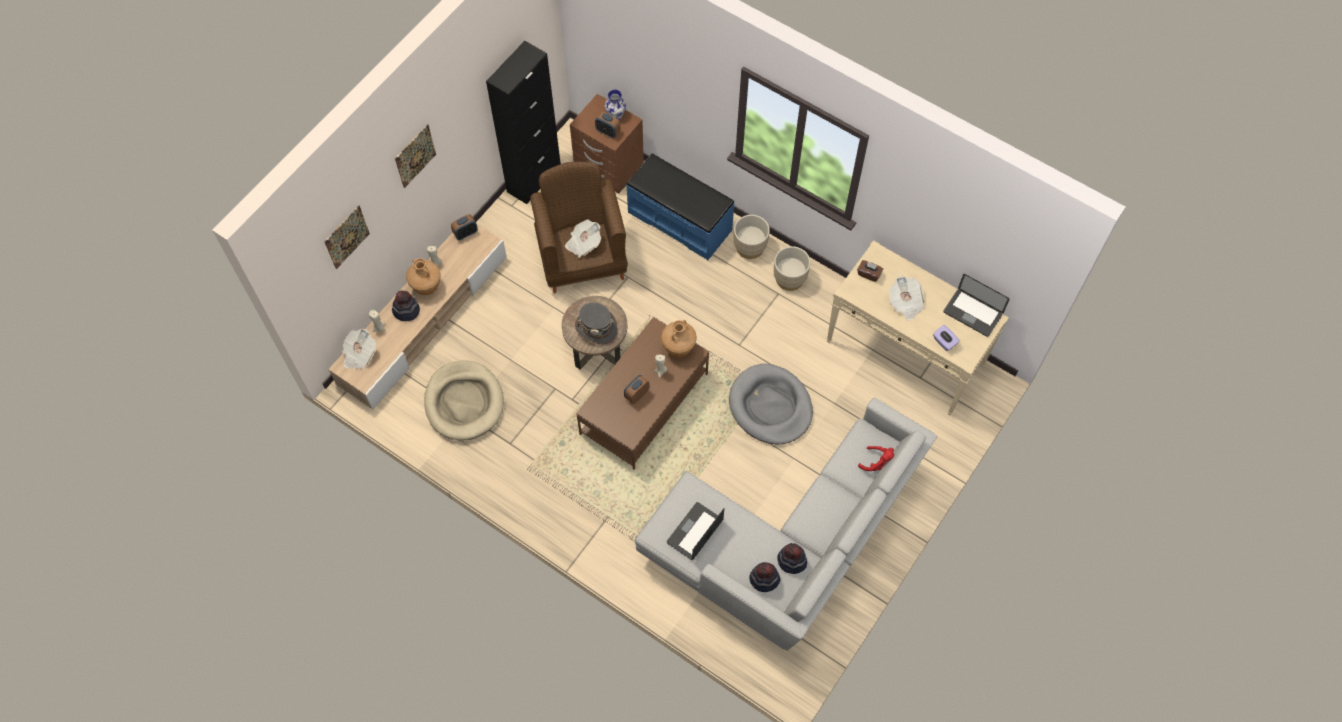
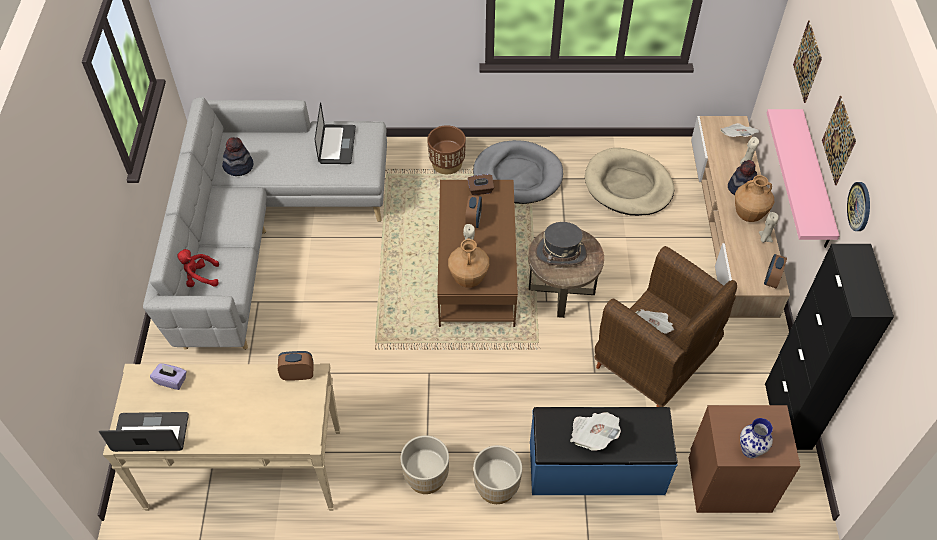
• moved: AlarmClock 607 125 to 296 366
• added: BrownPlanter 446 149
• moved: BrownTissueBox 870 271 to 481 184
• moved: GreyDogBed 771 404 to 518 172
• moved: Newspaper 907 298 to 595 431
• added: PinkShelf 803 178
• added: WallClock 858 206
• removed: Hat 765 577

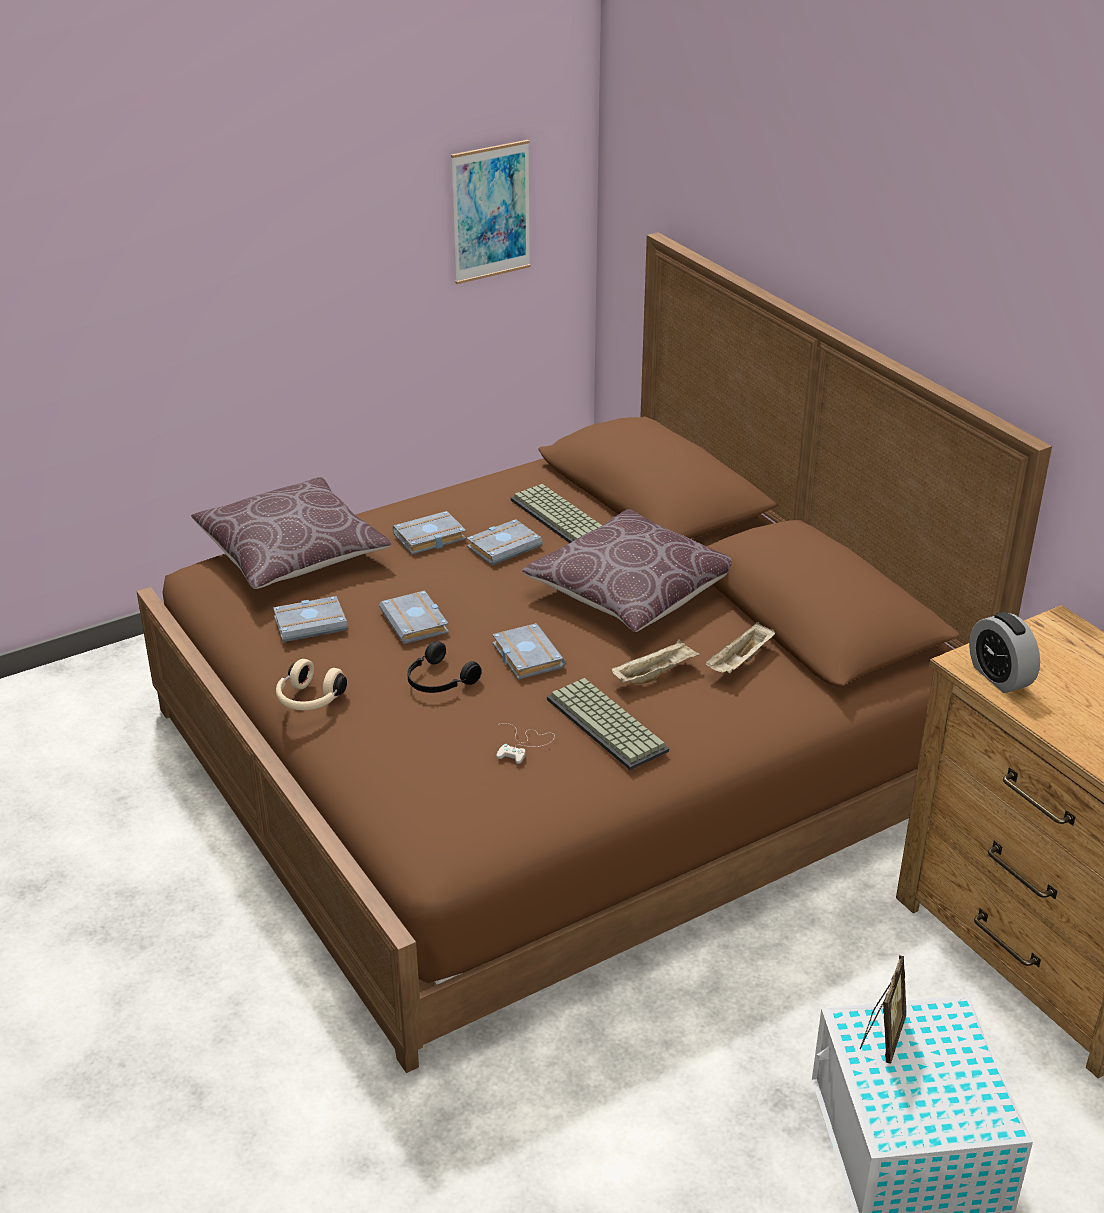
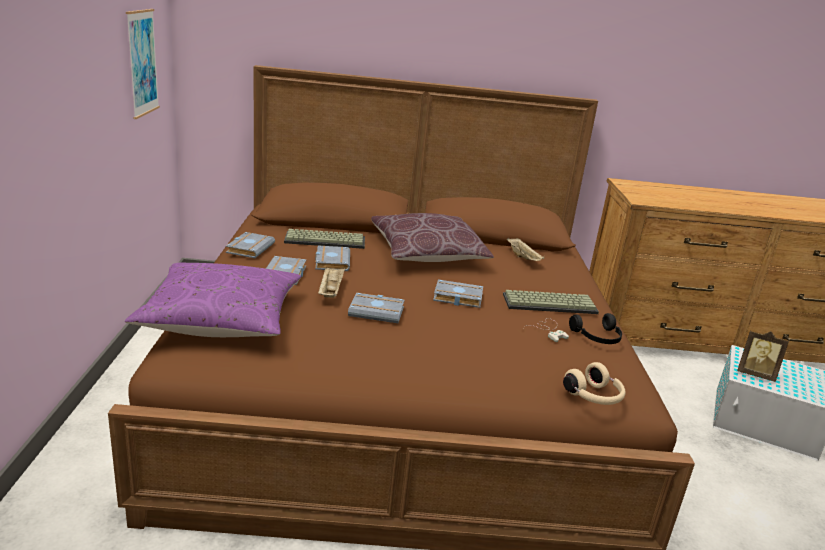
• recoloured: BrownPillow 291 533 to PurplePillow 213 300
• moved: GreyBook 310 619 to 250 245
• moved: BeigeTray 655 661 to 331 282
• moved: BeigeHeadphones 311 684 to 594 383
• moved: BlackHeadphones 444 667 to 595 328
• turned: PictureFrame 883 1009 = 763 356 150 degrees clockwise
• removed: AlarmClock 1004 652

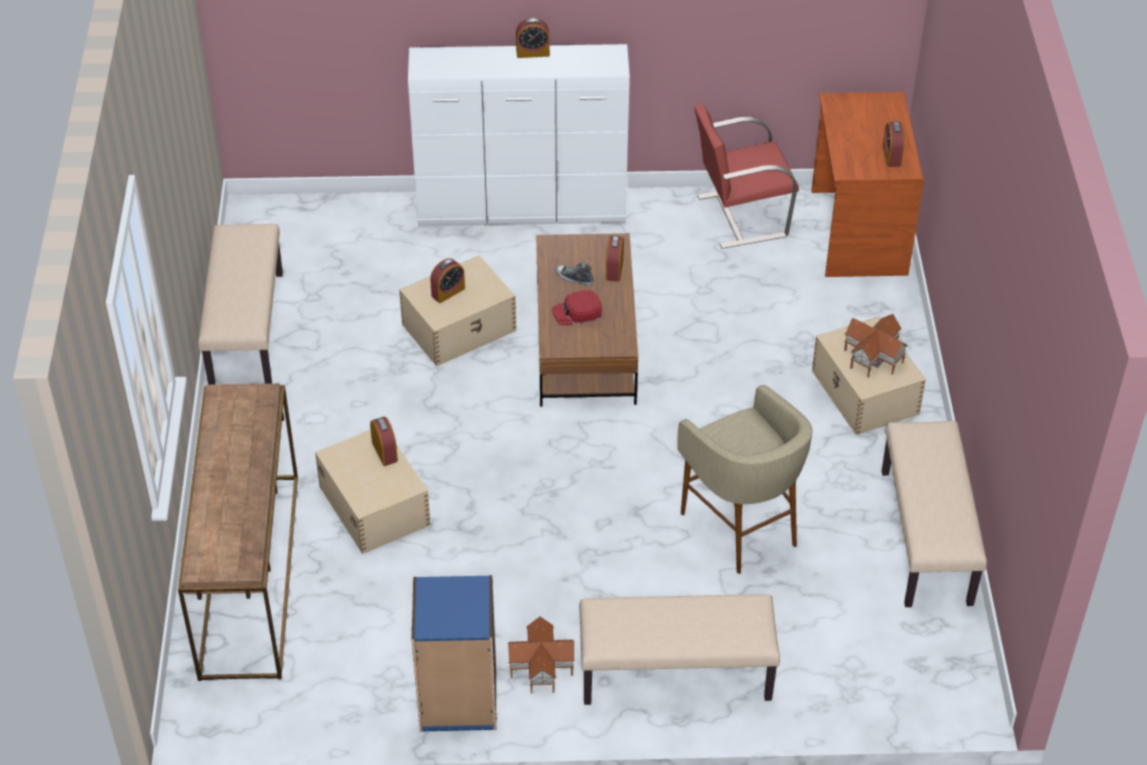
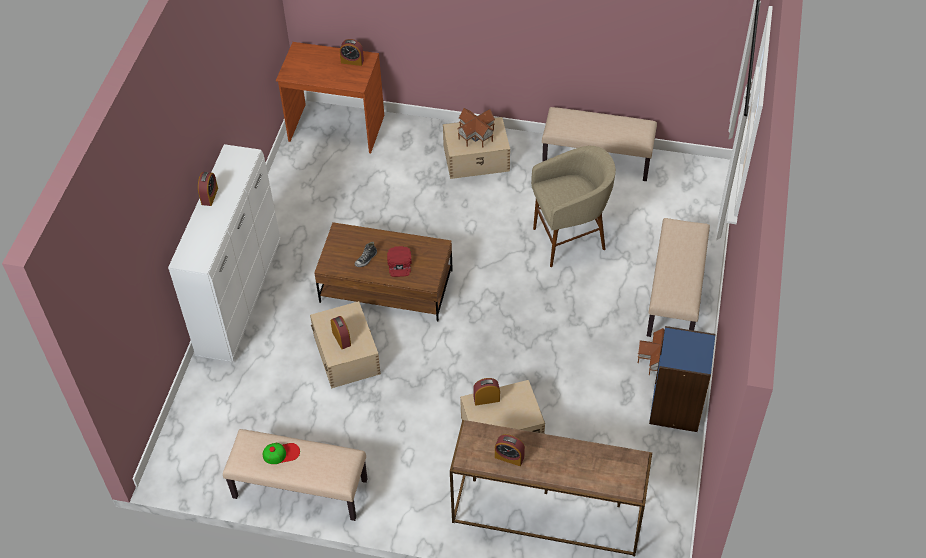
• added: Cap 281 453
• moved: AlarmClock 615 259 to 510 450
• removed: RedChair 746 176

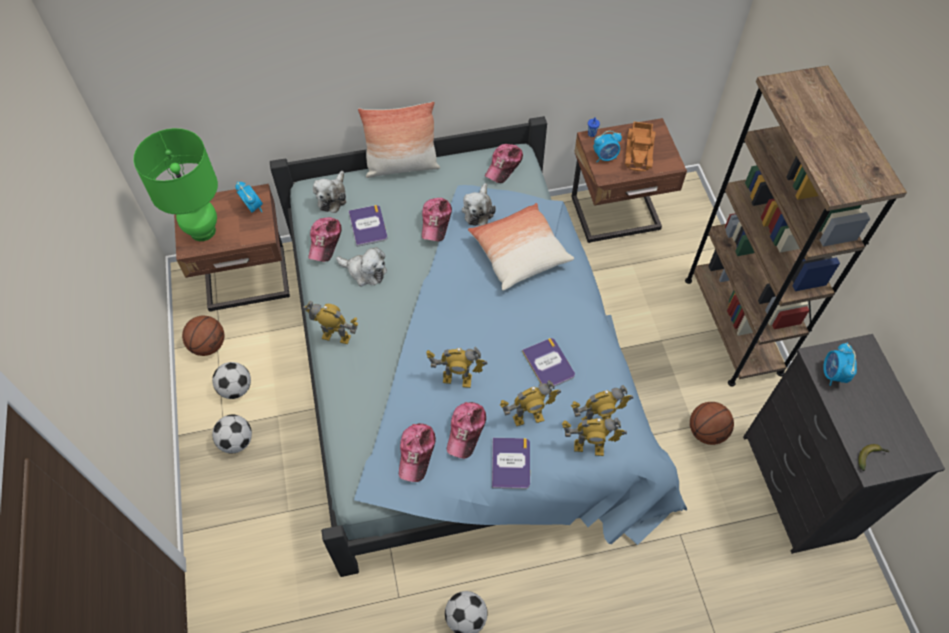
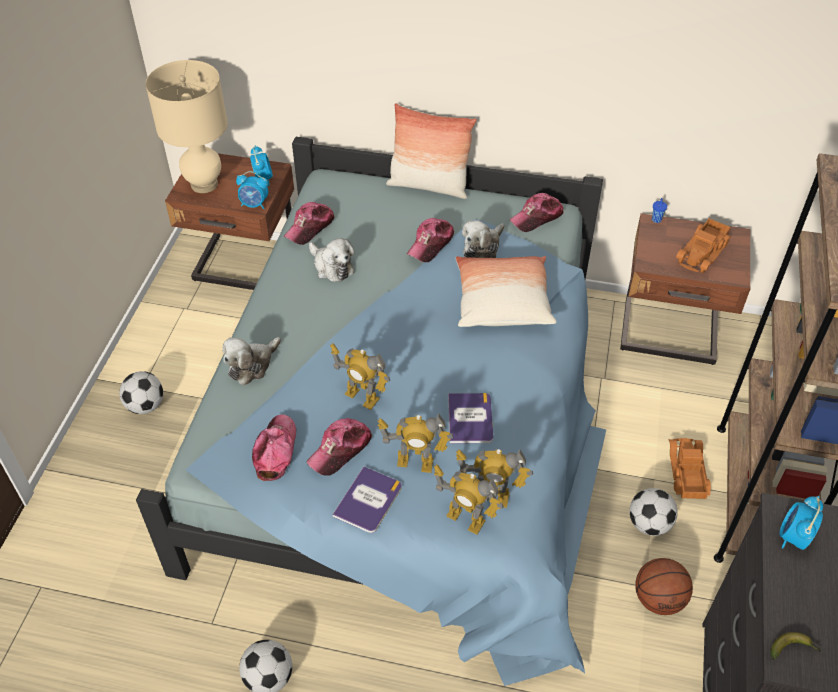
• recoloured: GreenTableLamp 175 184 to BeigeTableLamp 187 126
• moved: PlushToy 329 192 to 251 361
• moved: AlarmClock 608 146 to 252 190
• turned: Cap 417 452 = 274 448 150 degrees clockwise
• moved: Football 231 380 to 653 512
• added: ToyTruck 689 468
• removed: Basketball 203 336
• removed: ToyRobot 330 322
• removed: Book 368 226

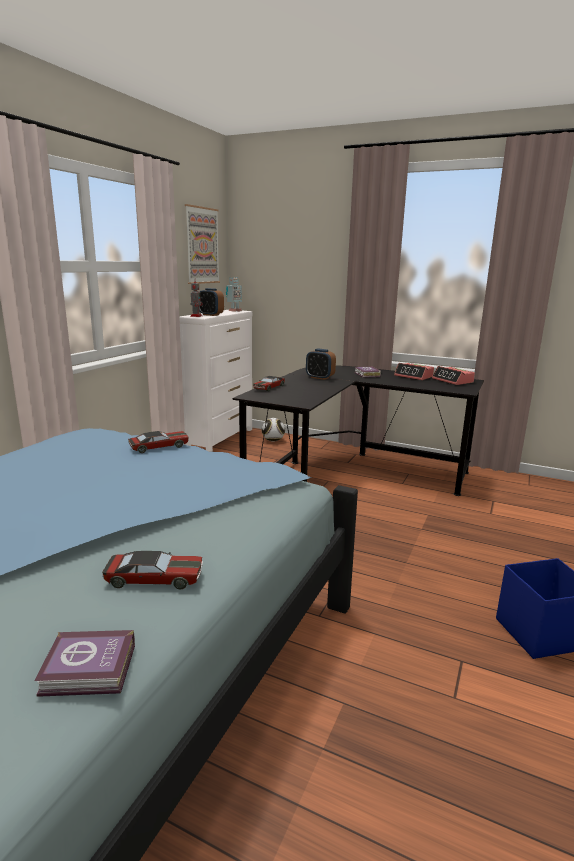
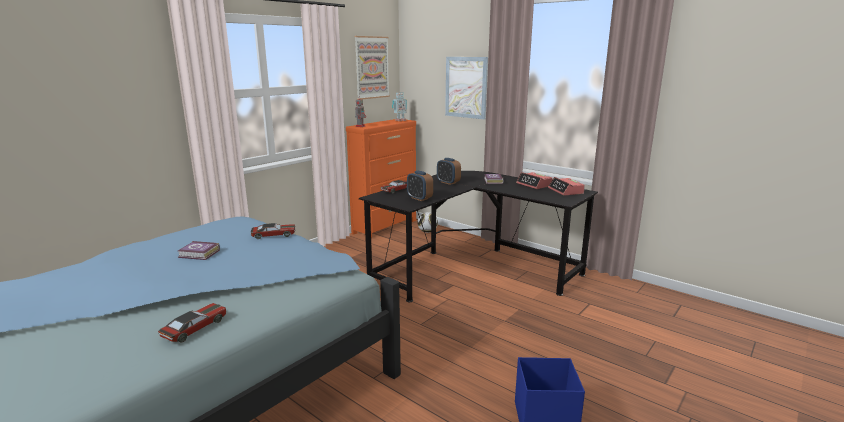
• turned: ToyCar 152 570 = 192 322 75 degrees counterclockwise
• moved: Book 84 663 to 199 250
• recoloured: WhiteDresser 215 381 to OrangeDresser 381 178
• moved: AlarmClock 212 302 to 420 186
• added: Picture 466 88

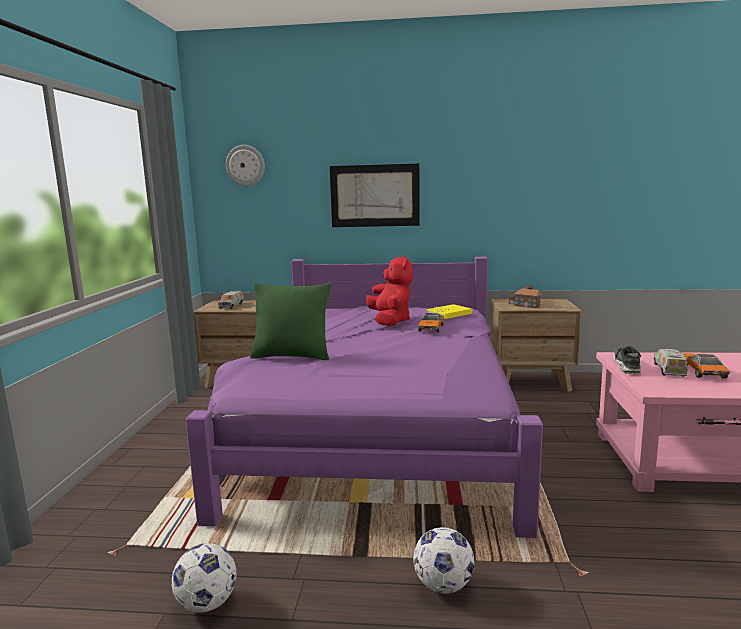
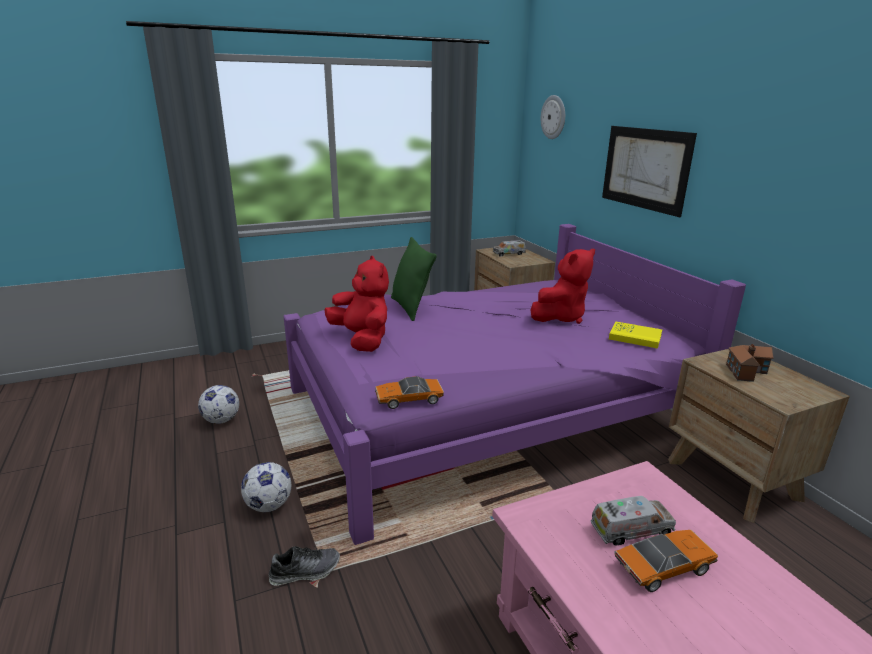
• moved: Shoe 627 360 to 304 566
• added: RedPlushToy 356 304
• moved: ToyCar 431 322 to 409 392

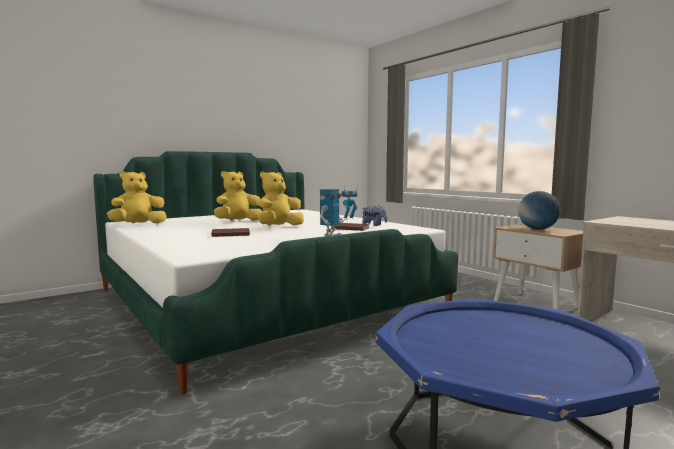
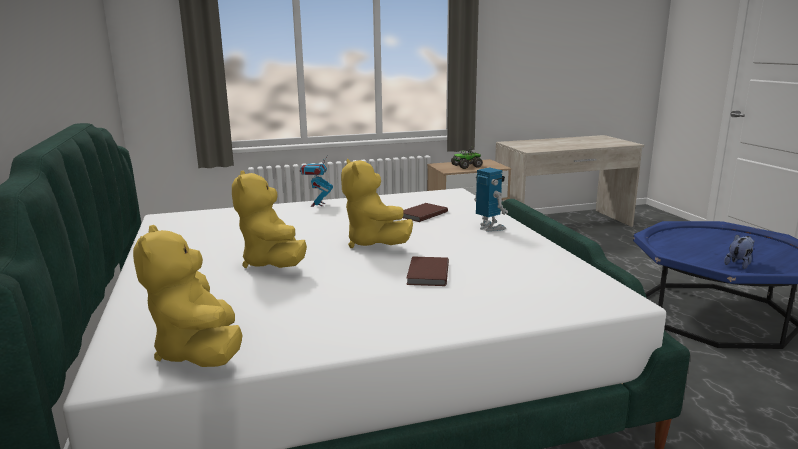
• replaced: Globe 539 210 to ToyTruck 467 157
• moved: PlushToy 374 215 to 739 251

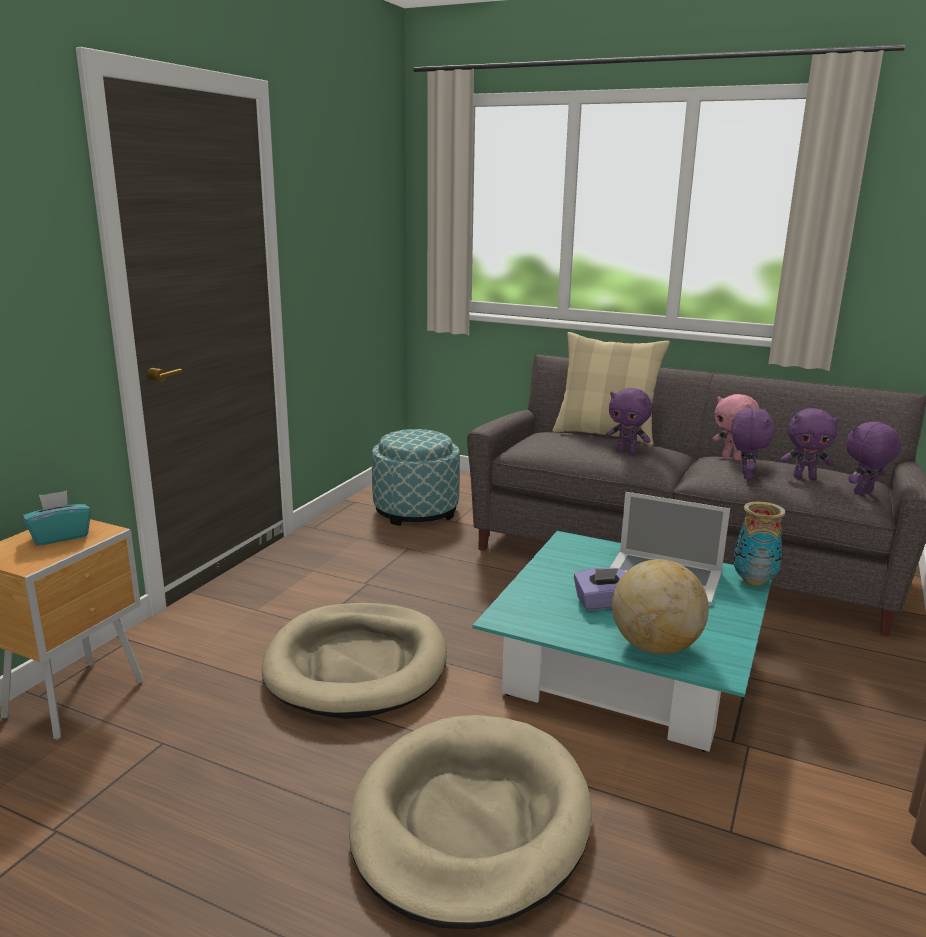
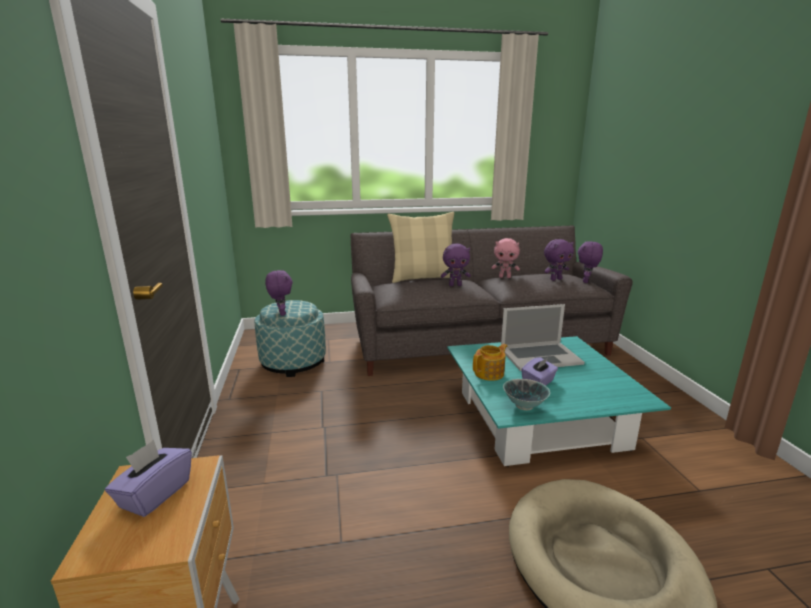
• recoloured: TurquoiseTissueBox 57 518 to PurpleTissueBox 148 478
• moved: PurplePlushToy 754 444 to 279 293
• added: Teapot 490 362
• added: Bowl 526 394
• removed: BeigeDogBed 354 661
• removed: Globe 660 607
• removed: Vase 759 543

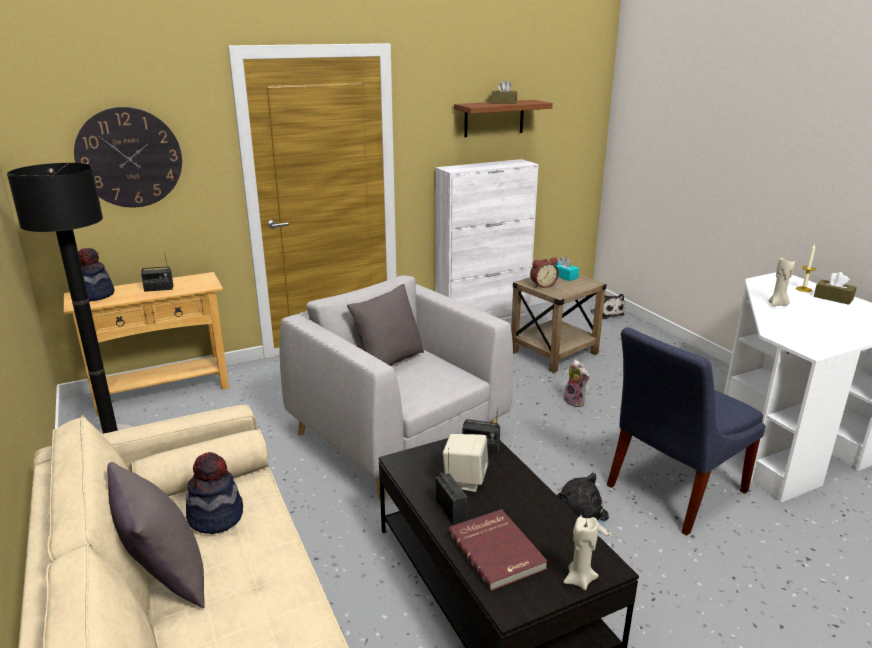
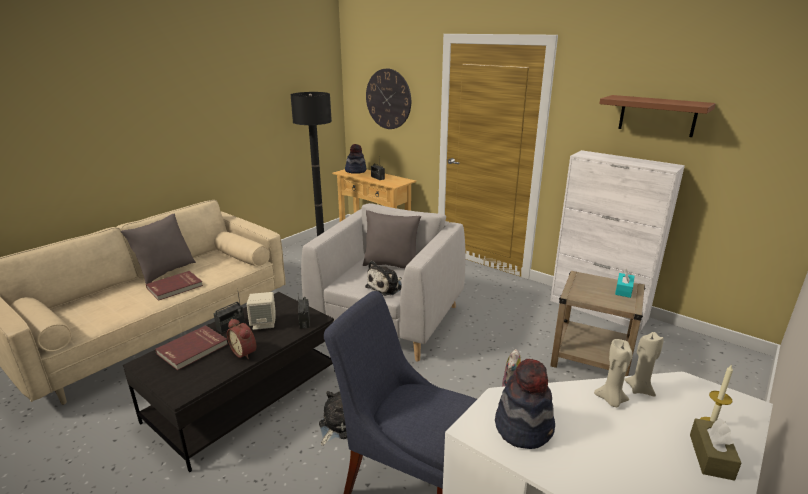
• added: RedBook 174 286
• moved: AlarmClock 544 273 to 241 339
• moved: PlushToy 608 306 to 383 278
• moved: Hat 214 493 to 525 404
• moved: BeigeCandle 581 553 to 644 364
• removed: BrownTissueBox 504 92

